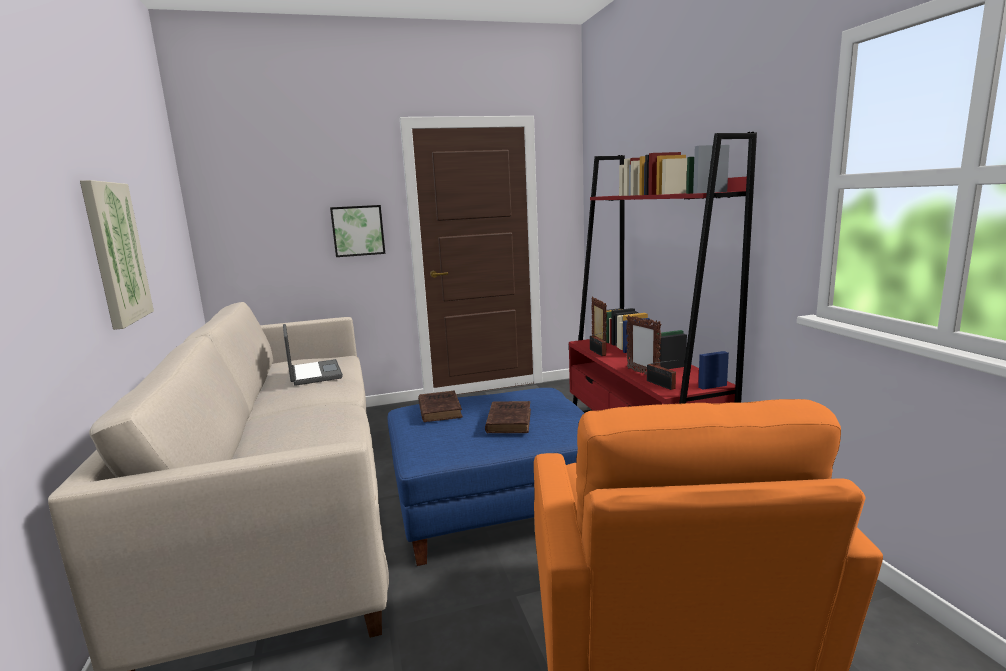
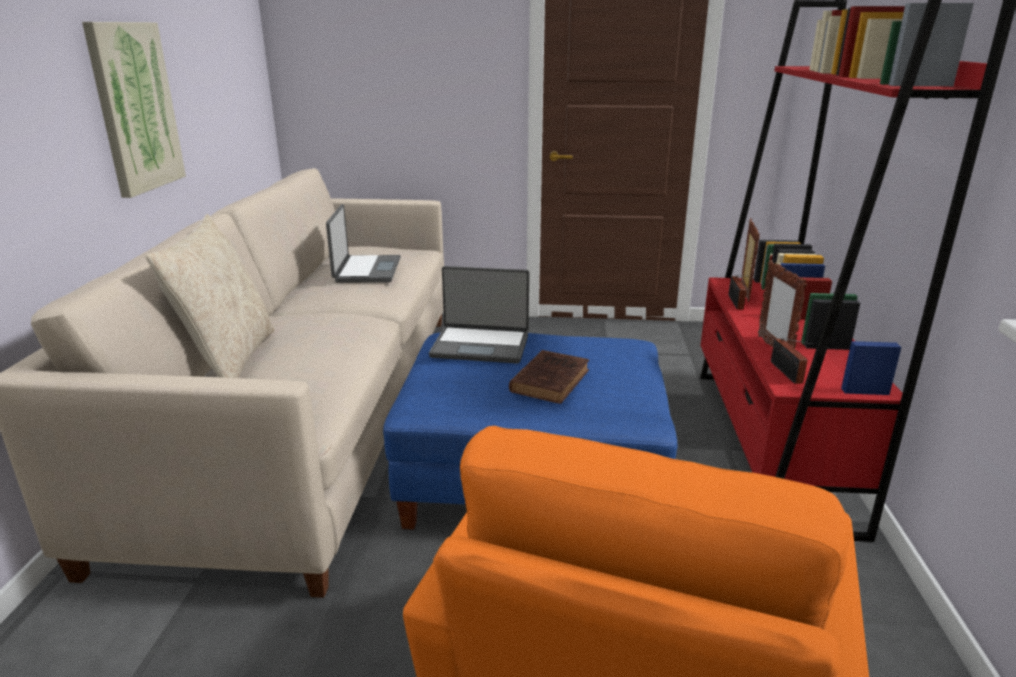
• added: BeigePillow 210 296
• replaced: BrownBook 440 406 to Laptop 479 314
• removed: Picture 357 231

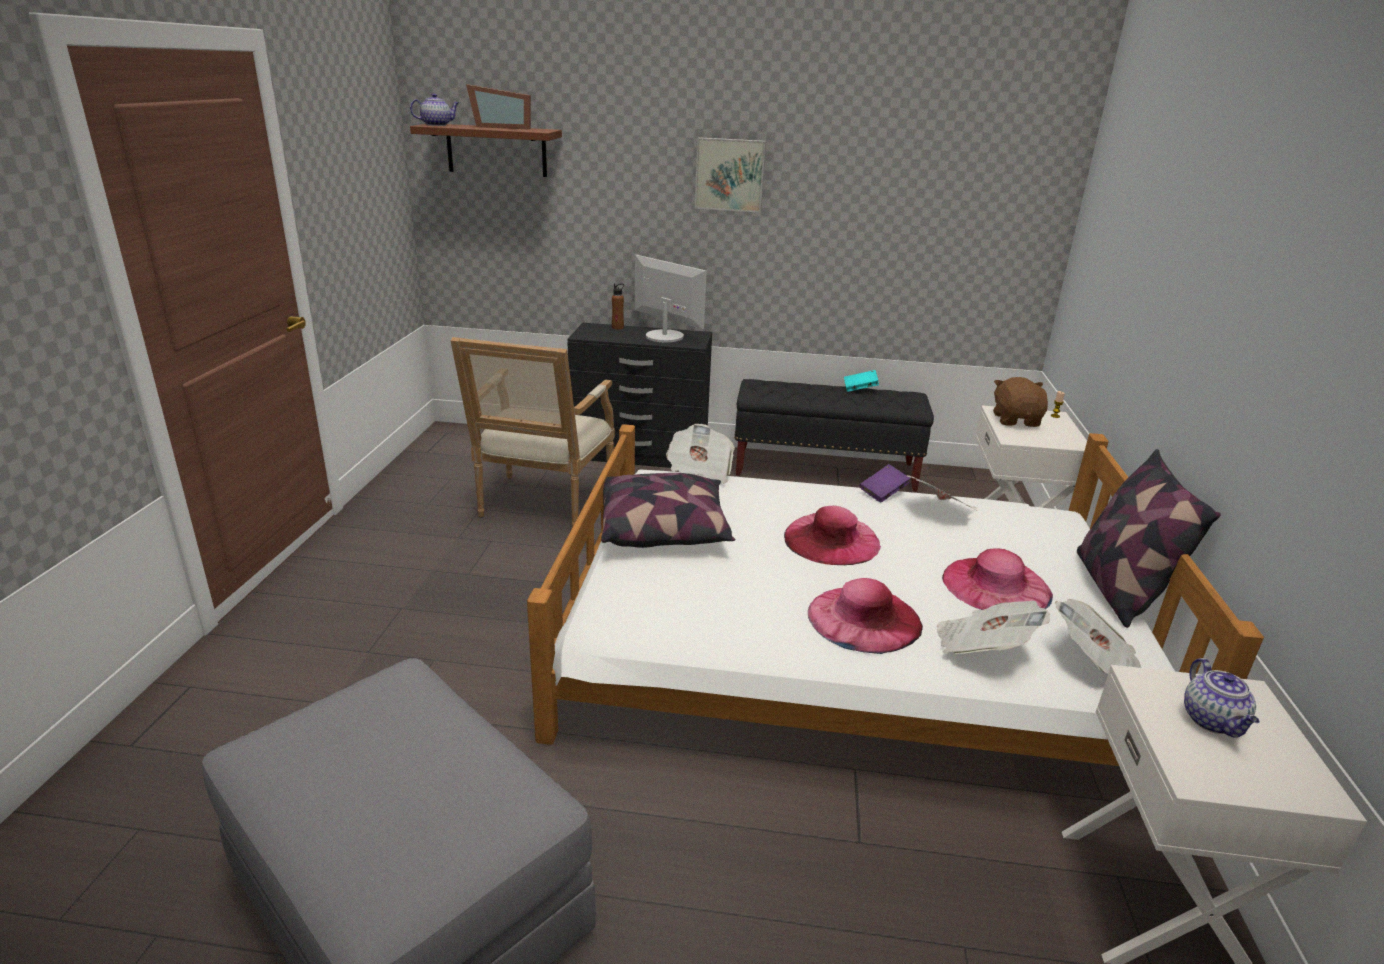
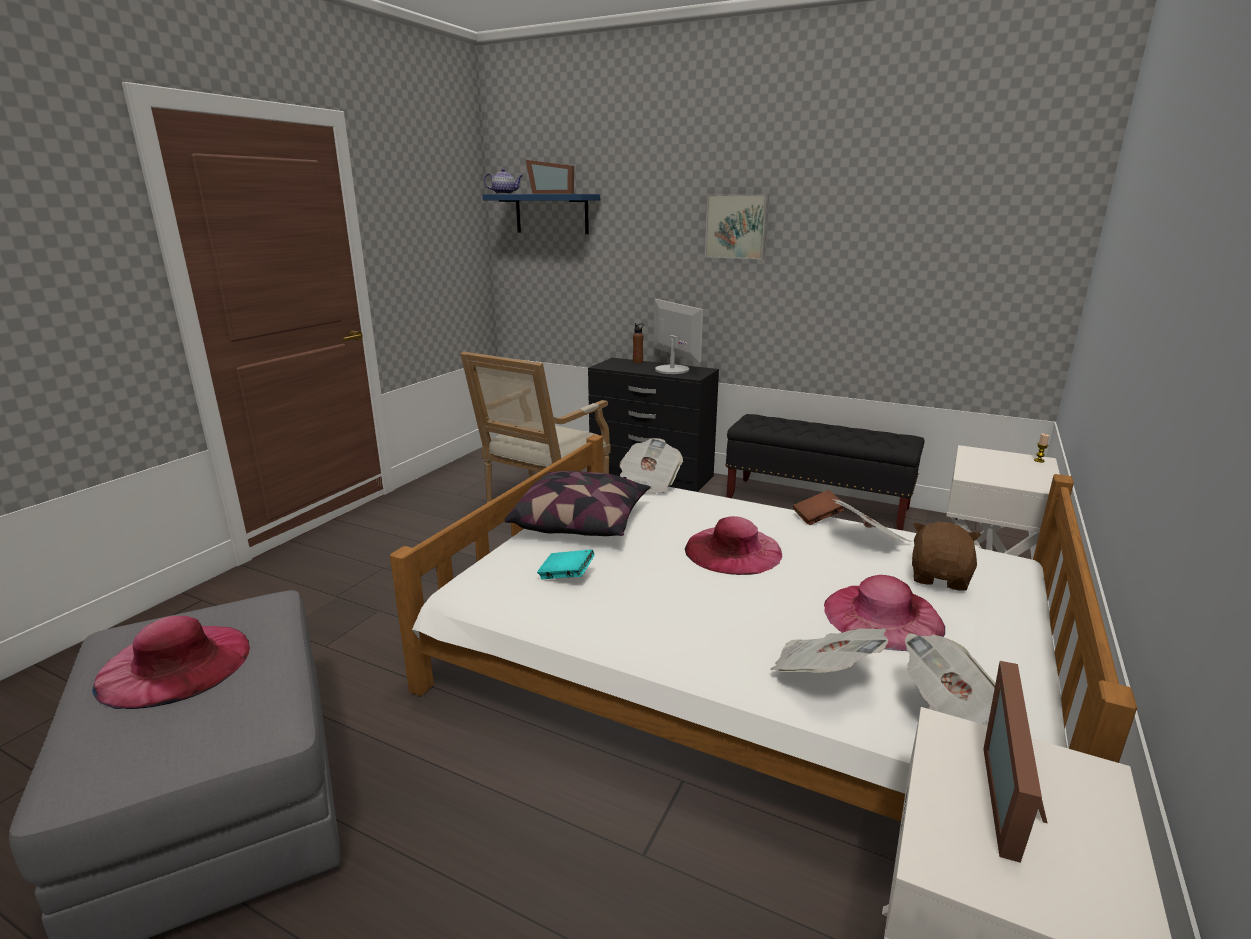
• moved: PinkHat 865 616 to 171 662
• recoloured: BrownShelf 486 150 to BlueShelf 541 214
• moved: TurquoiseBook 861 381 to 566 564
• recoloured: PurpleBook 884 483 to BrownBook 819 507
• moved: BrownPlushToy 1020 402 to 946 556
• replaced: Teapot 1222 698 to PictureFrame 1015 762
• removed: Pillow 1149 538

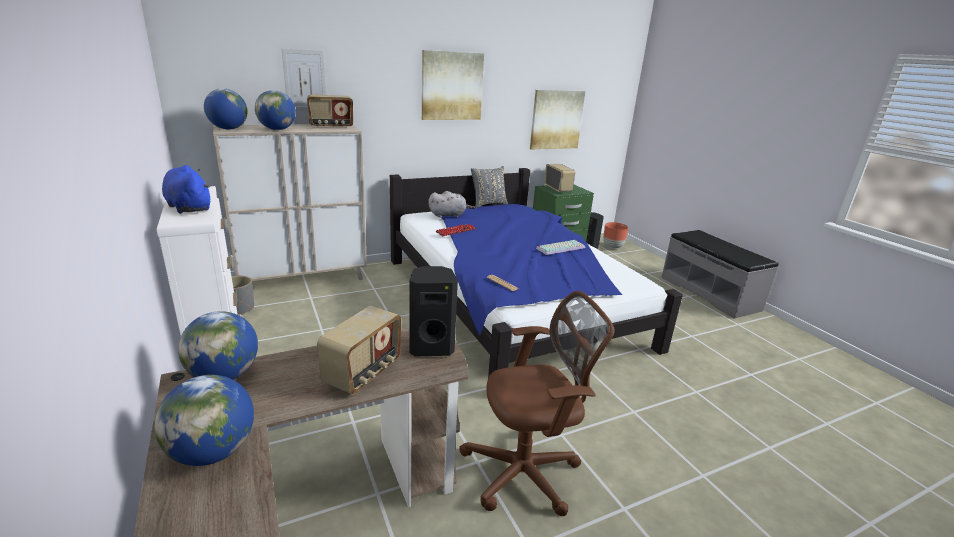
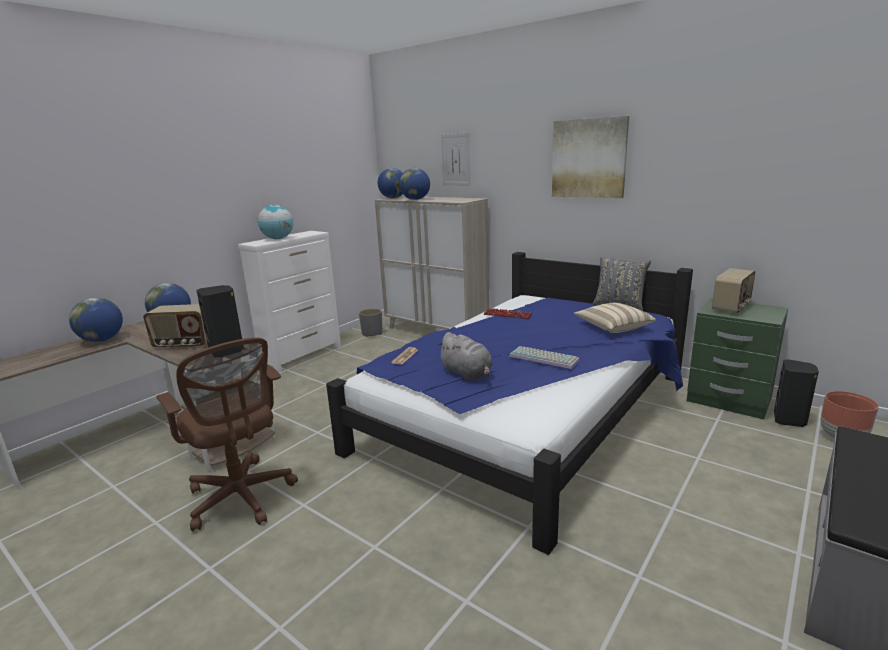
• replaced: BluePlushToy 186 189 to Globe 275 222
• moved: GreyPlushToy 451 204 to 465 356
• added: BeigePillow 615 318
• removed: Radio 330 111
• removed: Picture 557 120

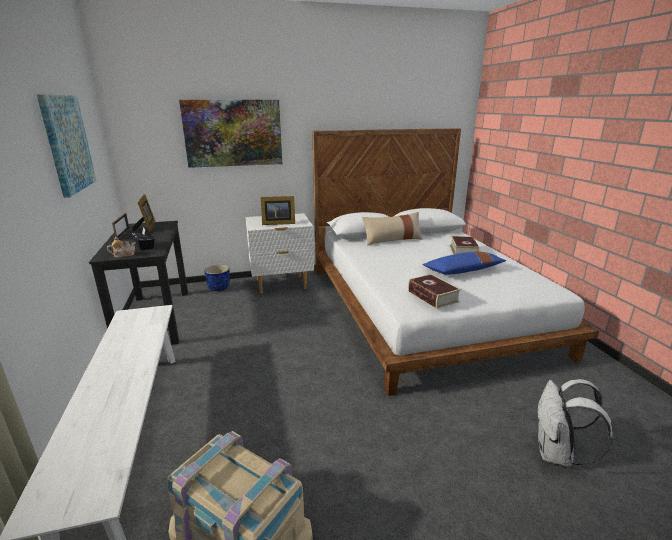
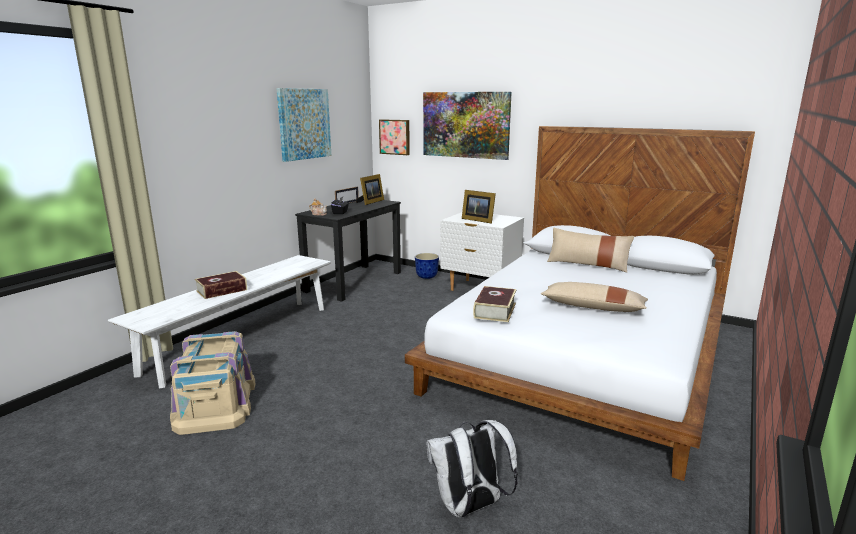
• moved: Book 464 245 to 221 285
• added: Picture 394 137
• recoloured: BluePillow 464 263 to BeigePillow 594 297

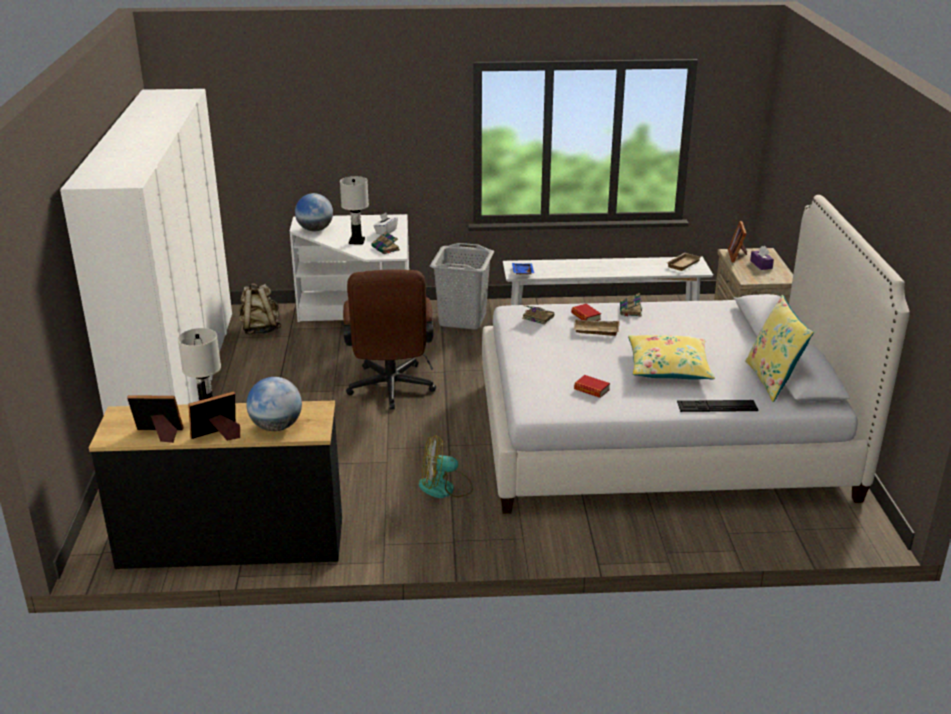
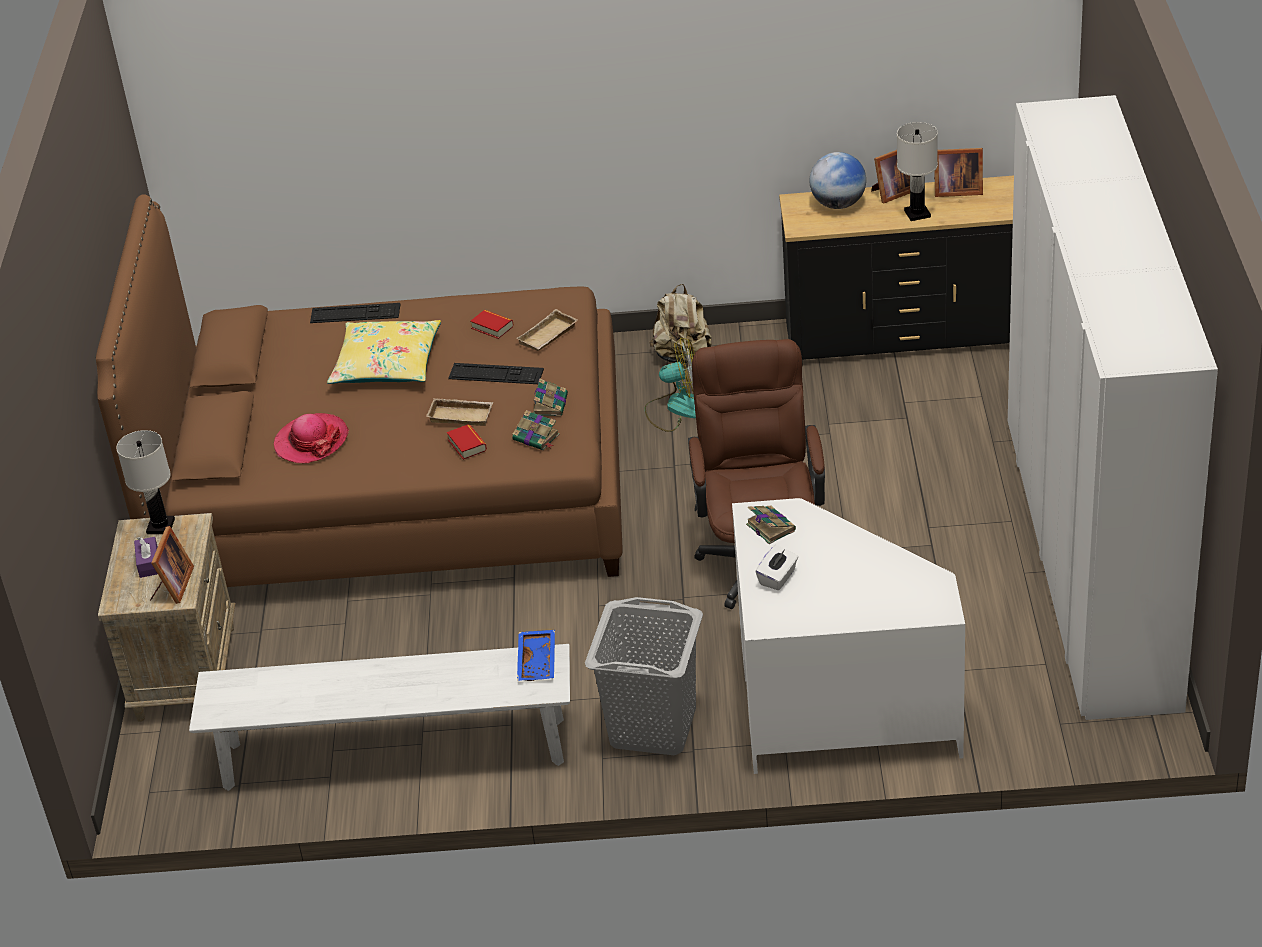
• recoloured: WhiteBed 696 354 to BrownBed 359 390
• moved: WhiteTableLamp 354 210 to 145 482
• added: Hat 311 438
• added: Keyboard 496 373
• moved: BeigeTray 683 262 to 547 330
• moved: Book 631 305 to 550 397
• moved: BeigeBackpack 260 309 to 680 325
• removed: Globe 314 212
• removed: YellowPillow 779 348

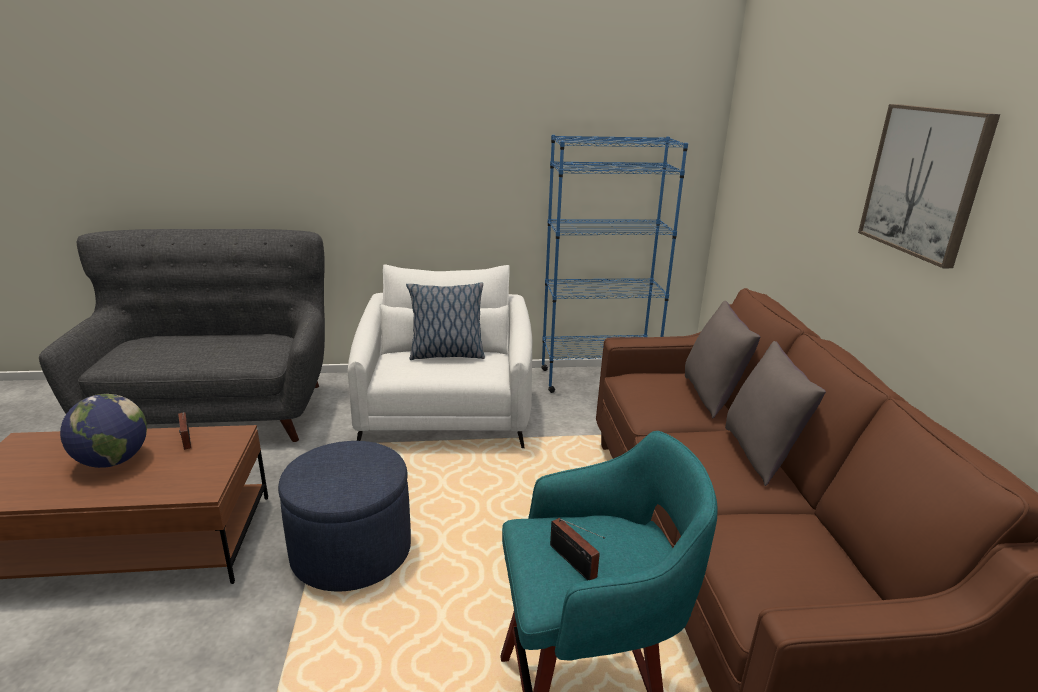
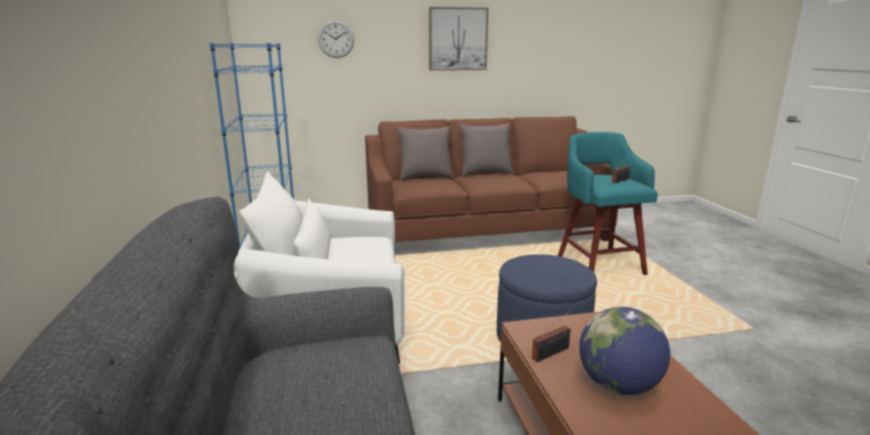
• added: WallClock 335 39
• removed: Pillow 445 321

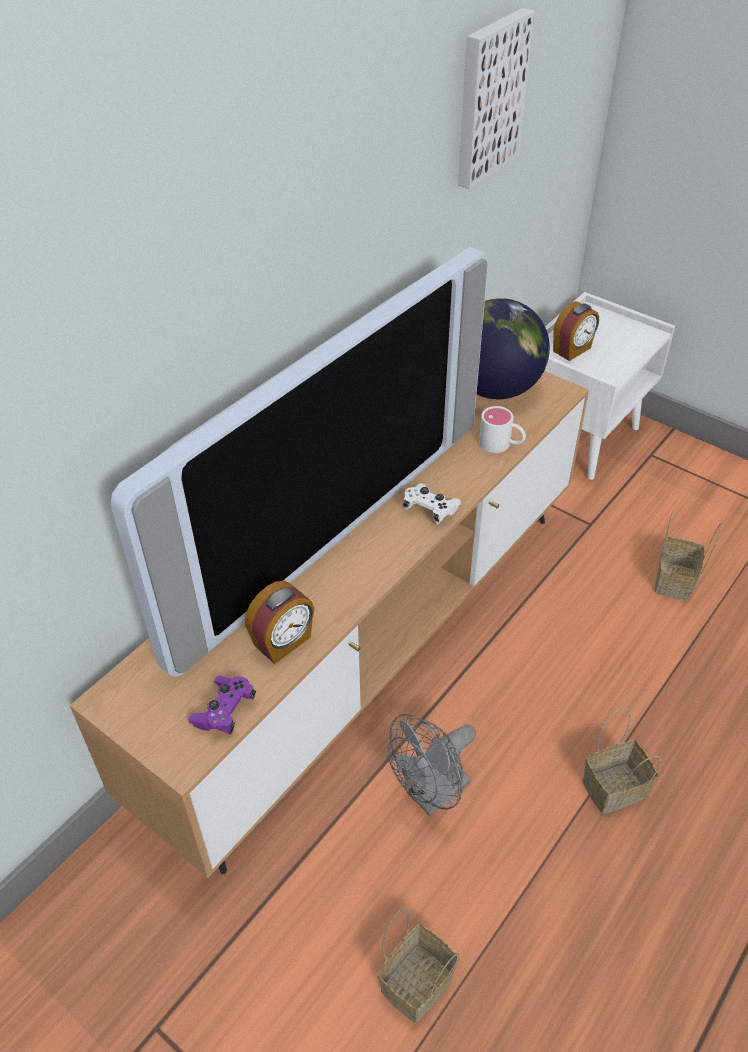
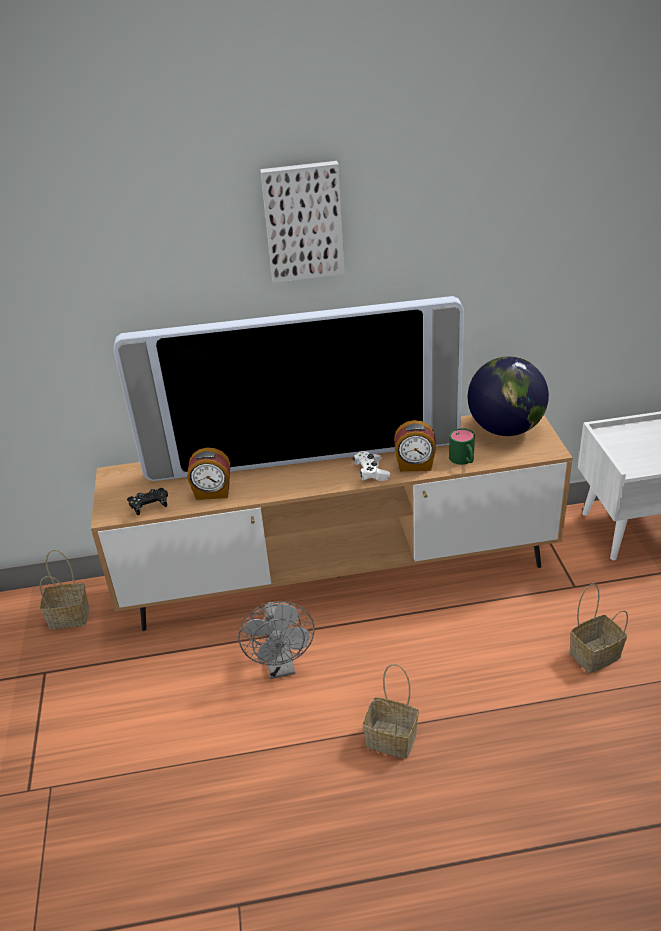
• moved: Basket 418 966 to 64 589
• recoloured: PurpleGameController 222 705 to BlackGameController 147 501
• turned: GreyFan 432 765 = 276 640 105 degrees counterclockwise
• moved: Picture 496 98 to 302 222
• moved: AlarmClock 576 331 to 415 446
• recoloured: WhiteMug 502 429 to GreenMug 462 446

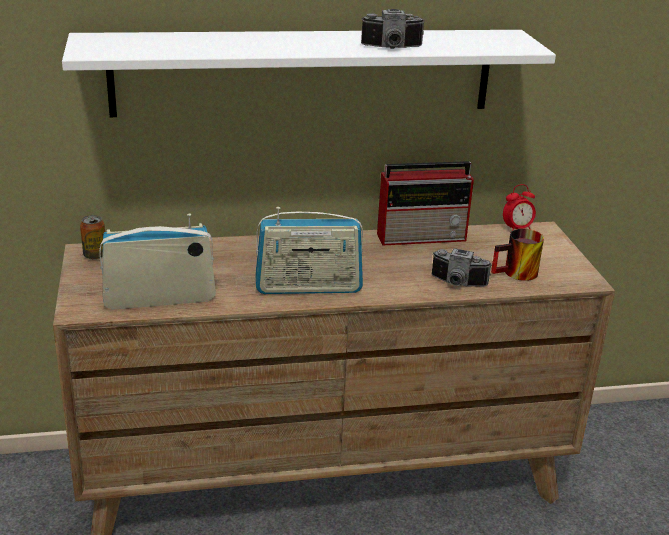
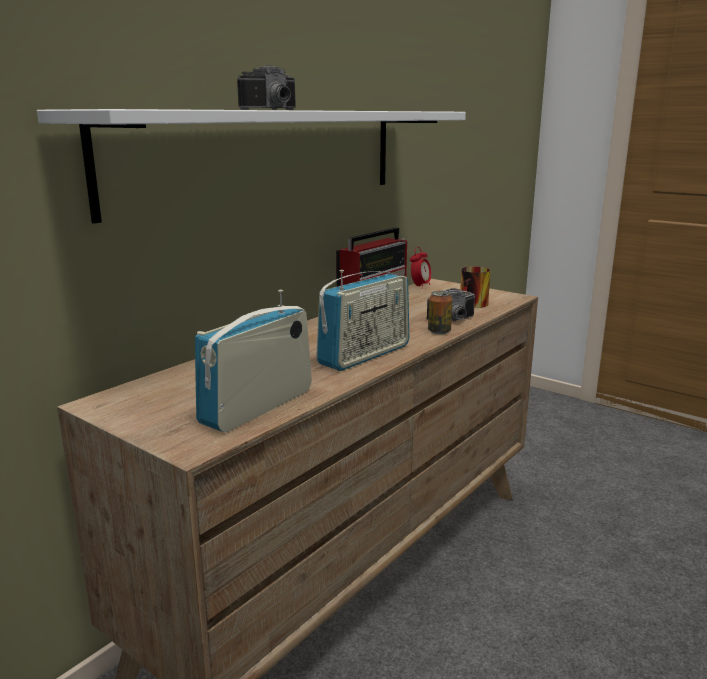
• moved: PhotoCamera 392 29 to 266 87
• moved: Can 92 237 to 440 312

